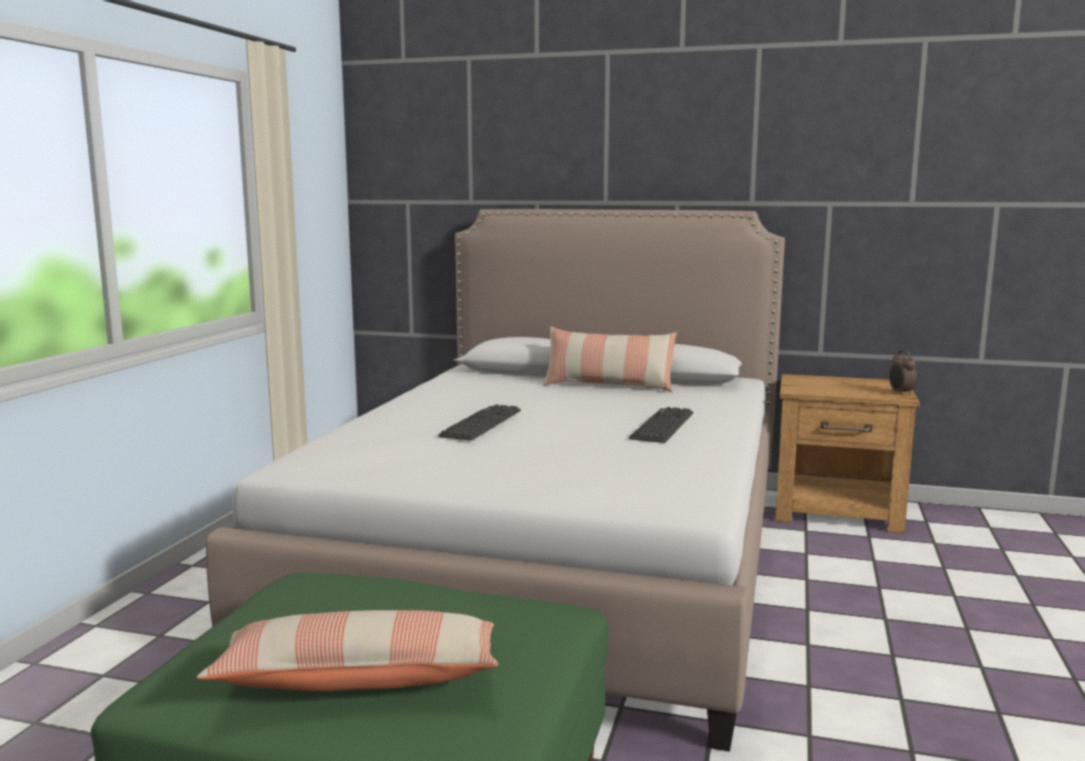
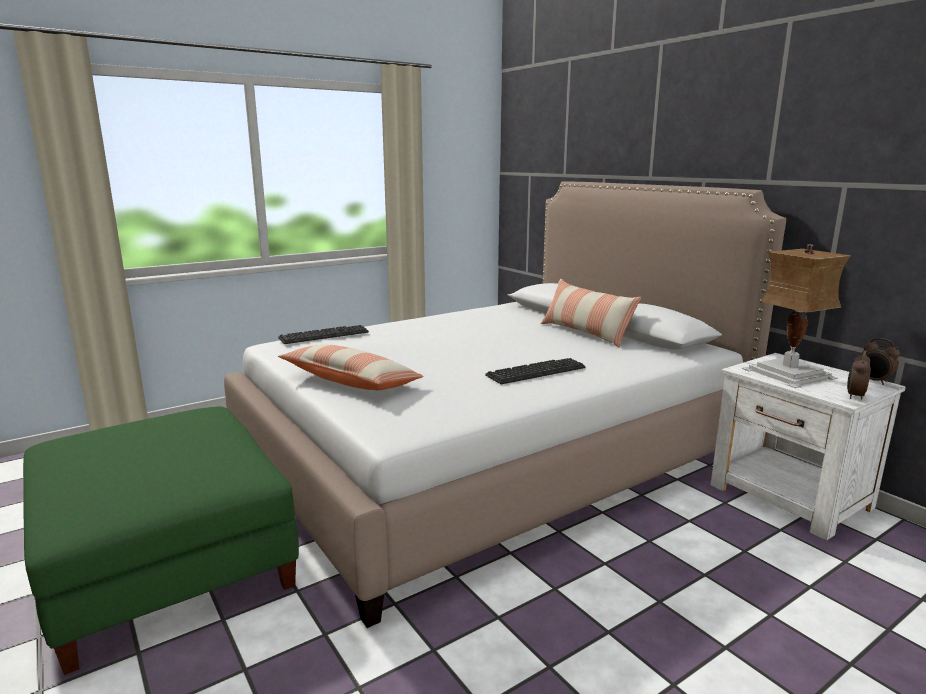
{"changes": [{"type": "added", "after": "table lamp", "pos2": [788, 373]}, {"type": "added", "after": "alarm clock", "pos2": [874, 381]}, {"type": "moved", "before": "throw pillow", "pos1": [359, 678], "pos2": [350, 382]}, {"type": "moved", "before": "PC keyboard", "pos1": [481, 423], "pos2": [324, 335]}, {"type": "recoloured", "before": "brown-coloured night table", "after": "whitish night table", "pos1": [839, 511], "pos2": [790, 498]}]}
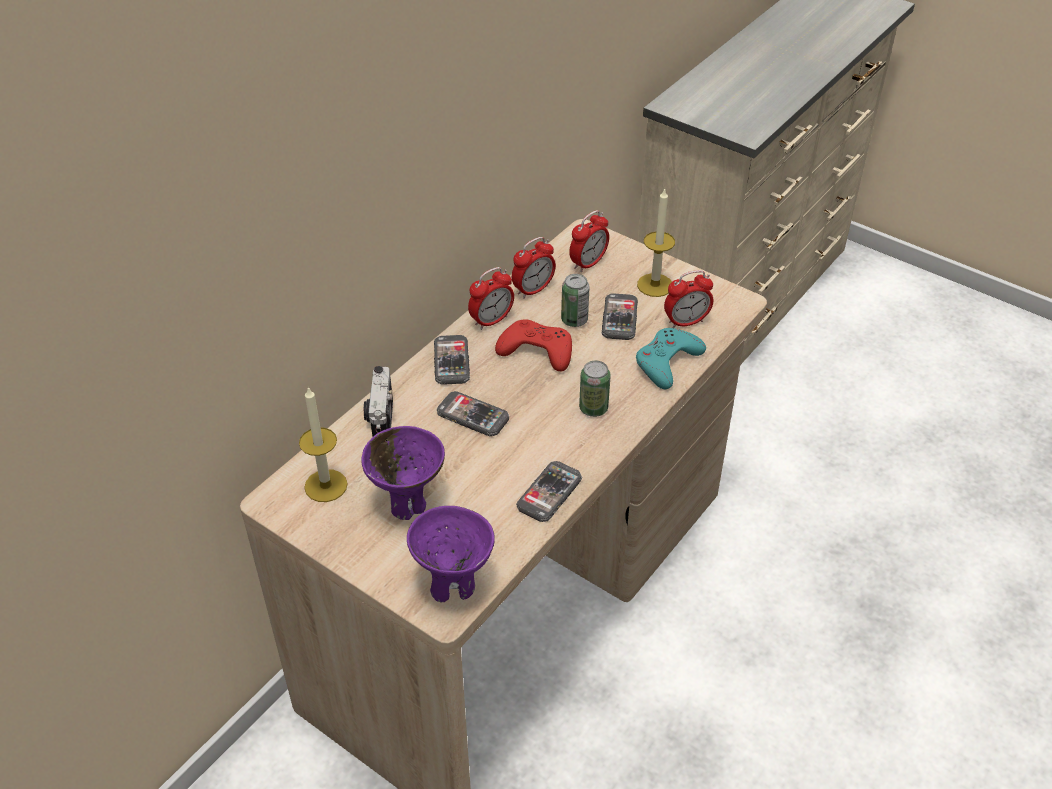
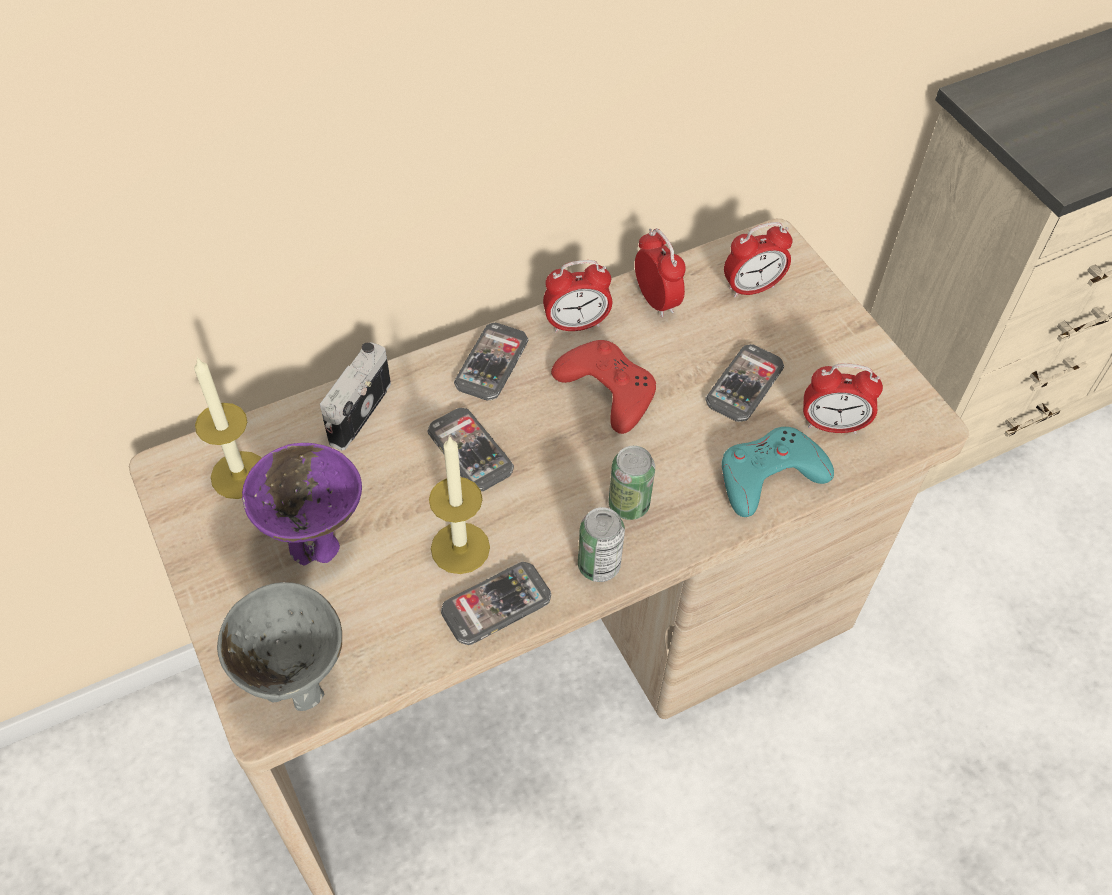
{"changes": [{"type": "moved", "before": "sealed can", "pos1": [574, 320], "pos2": [598, 565]}, {"type": "moved", "before": "candle", "pos1": [655, 285], "pos2": [460, 548]}, {"type": "recoloured", "before": "purple bowl", "after": "gray bowl", "pos1": [453, 587], "pos2": [296, 686]}, {"type": "turned", "before": "alarm clock", "pos1": [533, 290], "pos2": [656, 300], "turn": -105}]}
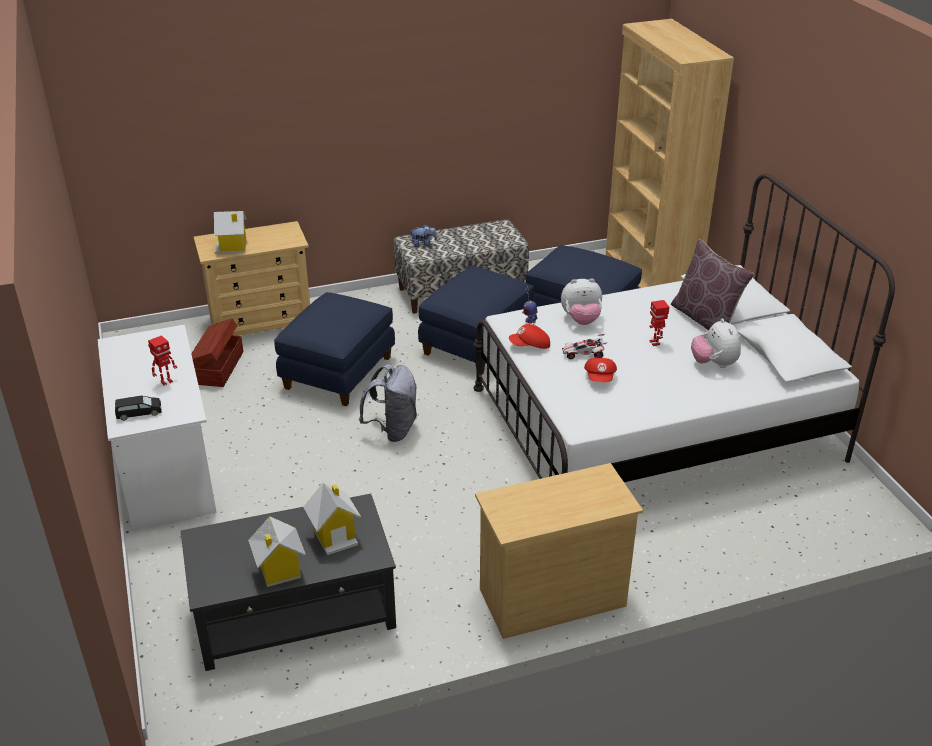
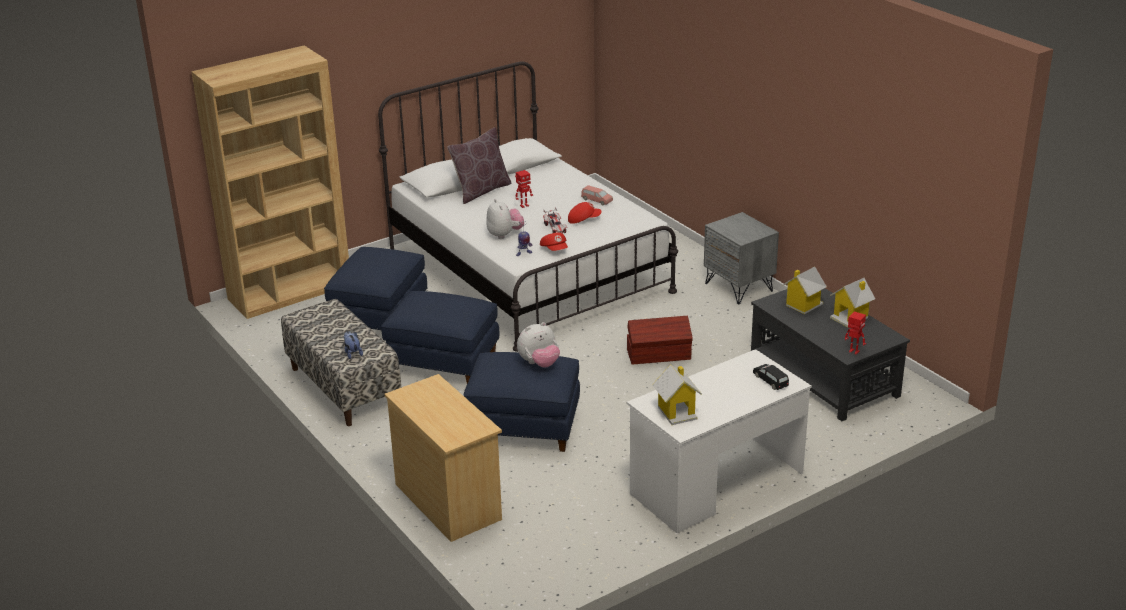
{"changes": [{"type": "removed", "before": "gray backpack", "pos1": [393, 430]}, {"type": "added", "after": "pinkish model car", "pos2": [596, 200]}, {"type": "moved", "before": "model robot", "pos1": [166, 381], "pos2": [853, 352]}, {"type": "moved", "before": "brown-coloured storage container", "pos1": [218, 368], "pos2": [659, 355]}, {"type": "moved", "before": "miniature house", "pos1": [232, 247], "pos2": [677, 412]}, {"type": "moved", "before": "cuddly toy", "pos1": [714, 364], "pos2": [539, 363]}, {"type": "replaced", "before": "beige drawer chest", "after": "gray night table", "pos1": [551, 597], "pos2": [739, 287]}]}
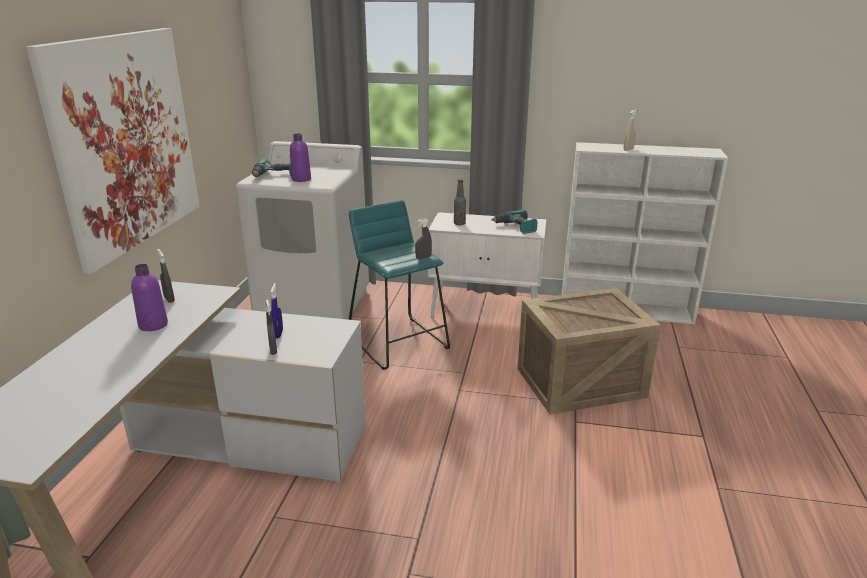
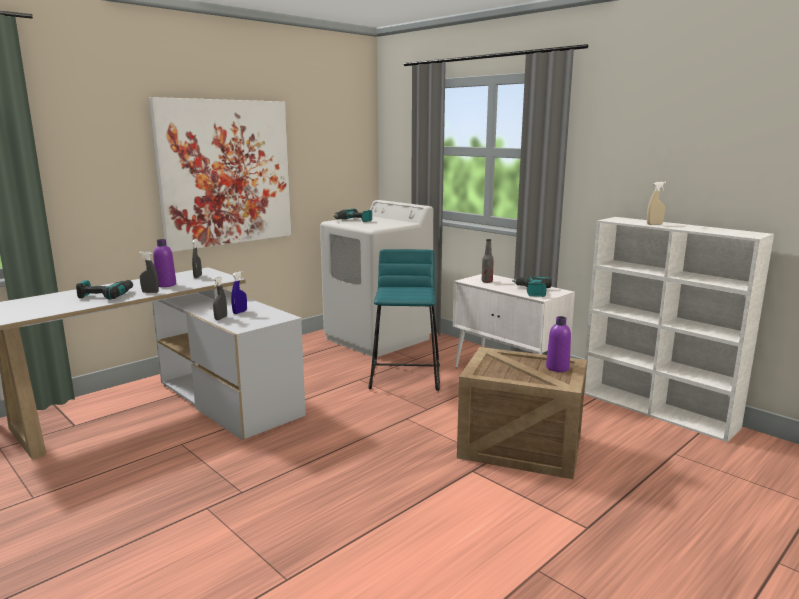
{"changes": [{"type": "added", "after": "power drill", "pos2": [106, 295]}, {"type": "moved", "before": "purple drink bottle", "pos1": [301, 179], "pos2": [557, 368]}, {"type": "moved", "before": "gray spray bottle", "pos1": [423, 258], "pos2": [150, 292]}]}
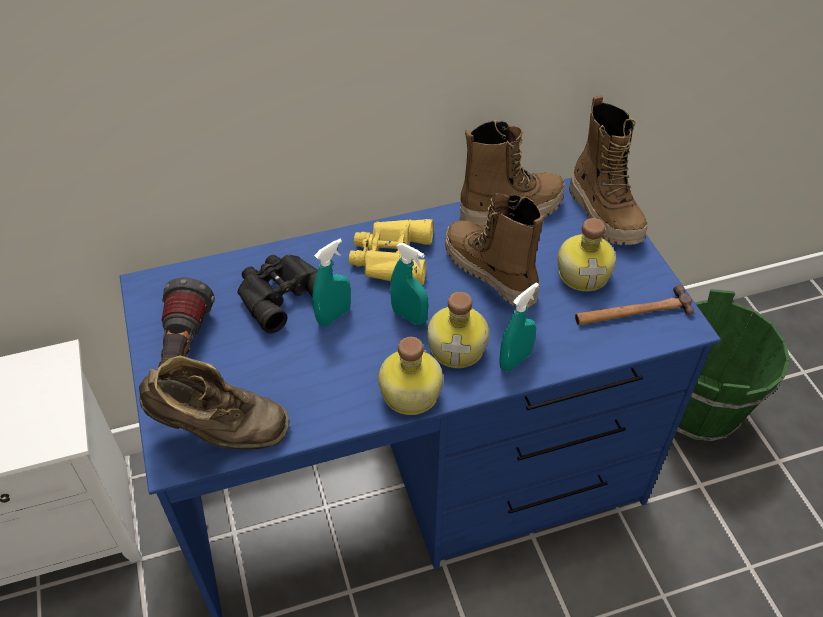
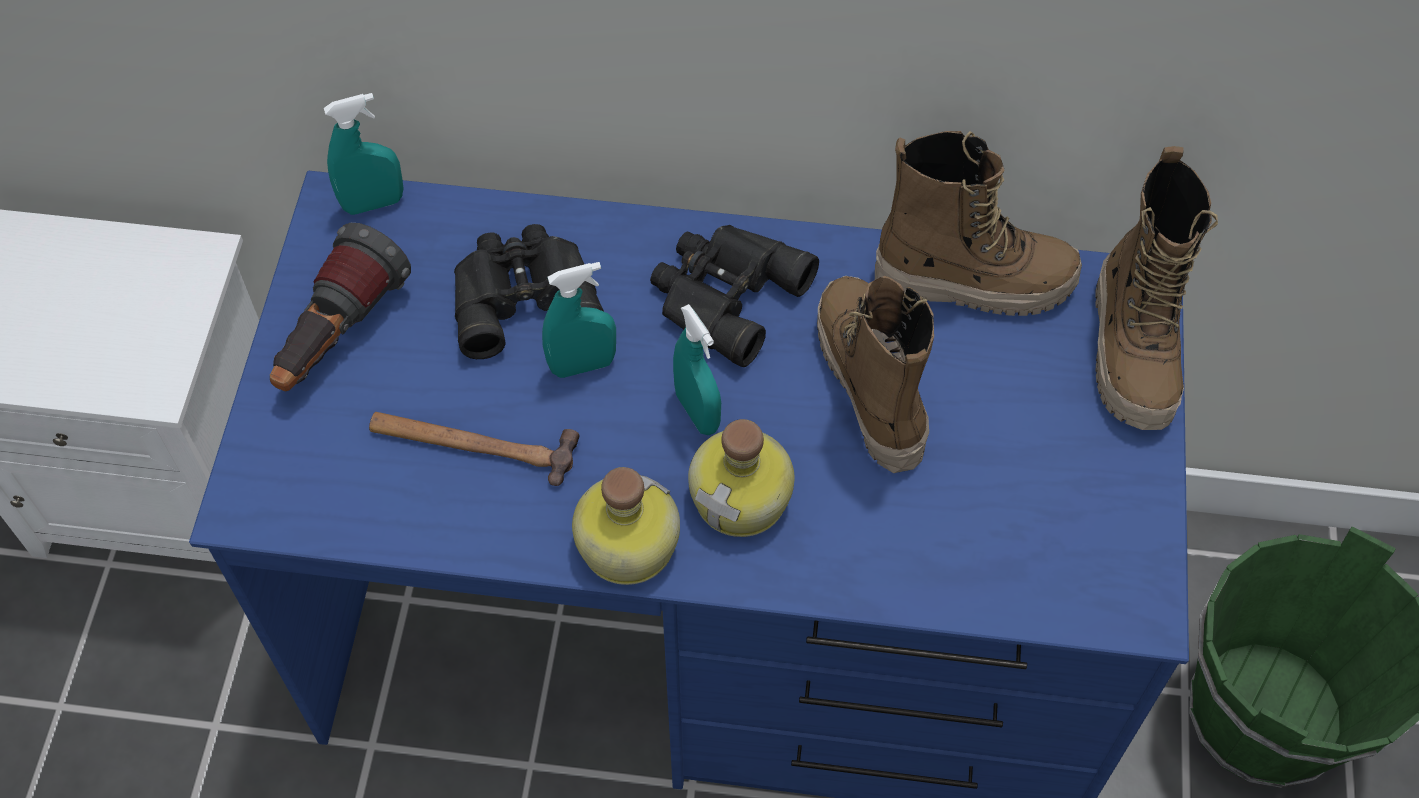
{"changes": [{"type": "removed", "before": "brown-coloured tall boot", "pos1": [219, 432]}, {"type": "removed", "before": "drink bottle", "pos1": [584, 273]}, {"type": "moved", "before": "turquoise-coloured spray bottle", "pos1": [515, 360], "pos2": [373, 203]}, {"type": "moved", "before": "hammer", "pos1": [632, 312], "pos2": [473, 444]}, {"type": "recoloured", "before": "yellow-coloured pair of binoculars", "after": "black pair of binoculars", "pos1": [390, 258], "pos2": [724, 295]}]}
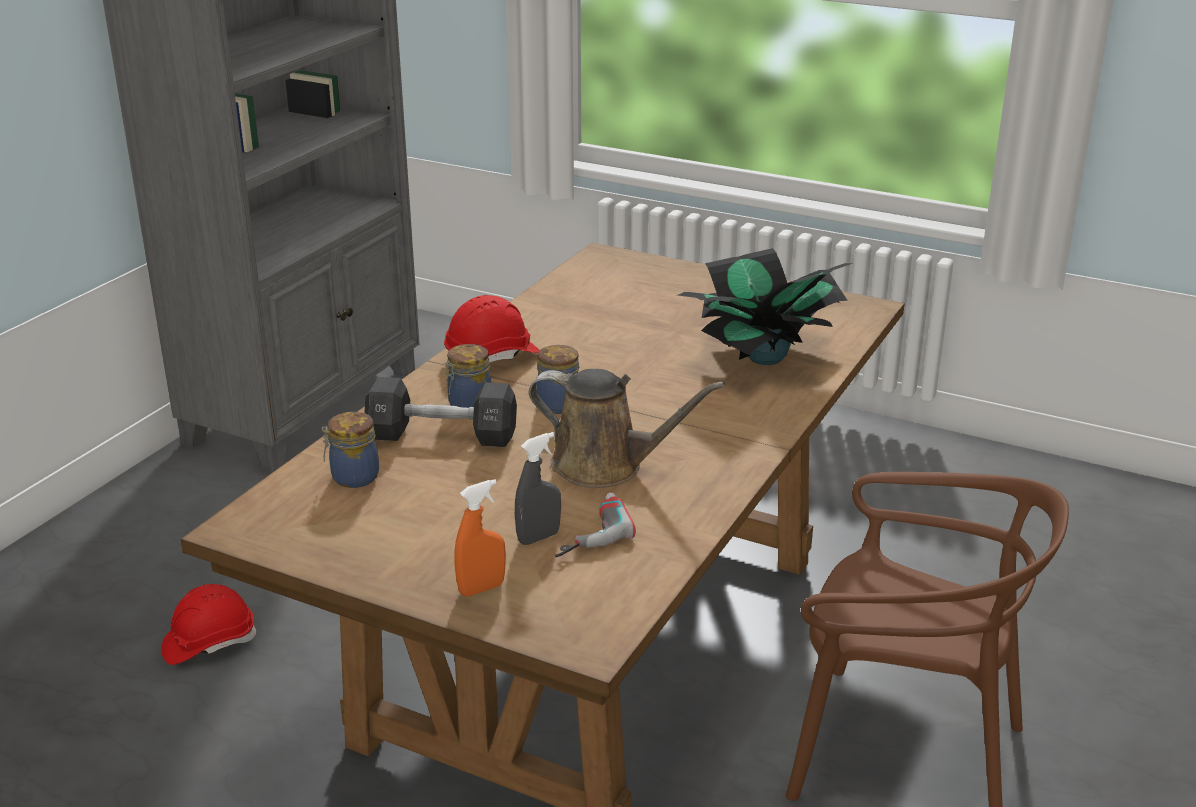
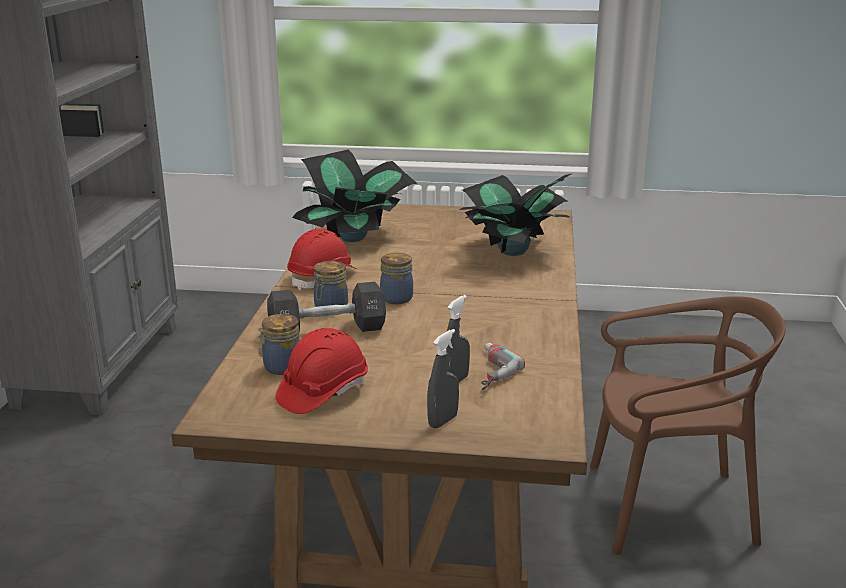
{"changes": [{"type": "removed", "before": "brown-coloured sprinkling can", "pos1": [606, 466]}, {"type": "added", "after": "plant in a pot", "pos2": [354, 238]}, {"type": "moved", "before": "red-coloured work helmet", "pos1": [209, 643], "pos2": [322, 392]}, {"type": "recoloured", "before": "orange spray bottle", "after": "gray spray bottle", "pos1": [481, 588], "pos2": [443, 421]}]}
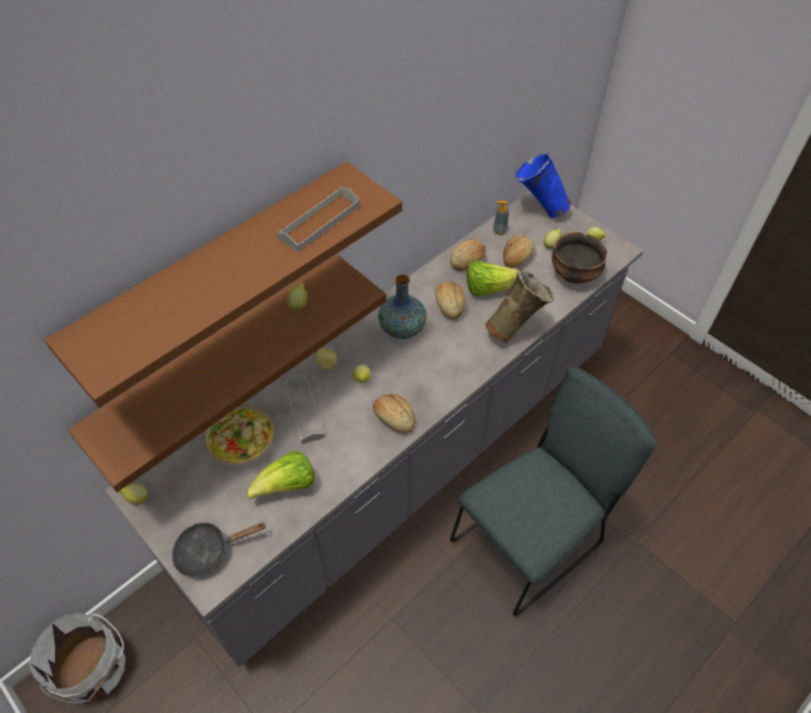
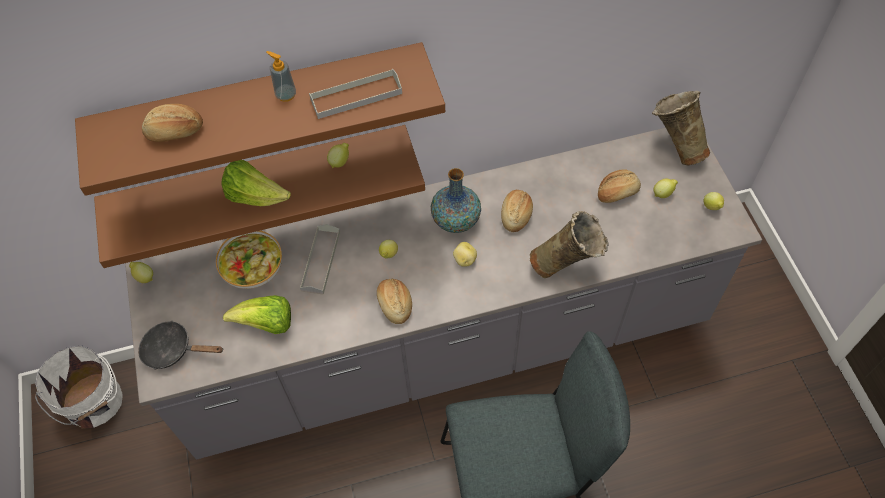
{"changes": [{"type": "removed", "before": "bowl", "pos1": [574, 274]}, {"type": "moved", "before": "whole potato", "pos1": [326, 365], "pos2": [464, 260]}, {"type": "moved", "before": "bread", "pos1": [468, 261], "pos2": [175, 132]}, {"type": "moved", "before": "lettuce", "pos1": [488, 288], "pos2": [256, 197]}, {"type": "moved", "before": "liquid soap bottle", "pos1": [499, 231], "pos2": [286, 95]}, {"type": "recoloured", "before": "blue-coloured decorative vase", "after": "beige decorative vase", "pos1": [538, 210], "pos2": [674, 149]}]}
